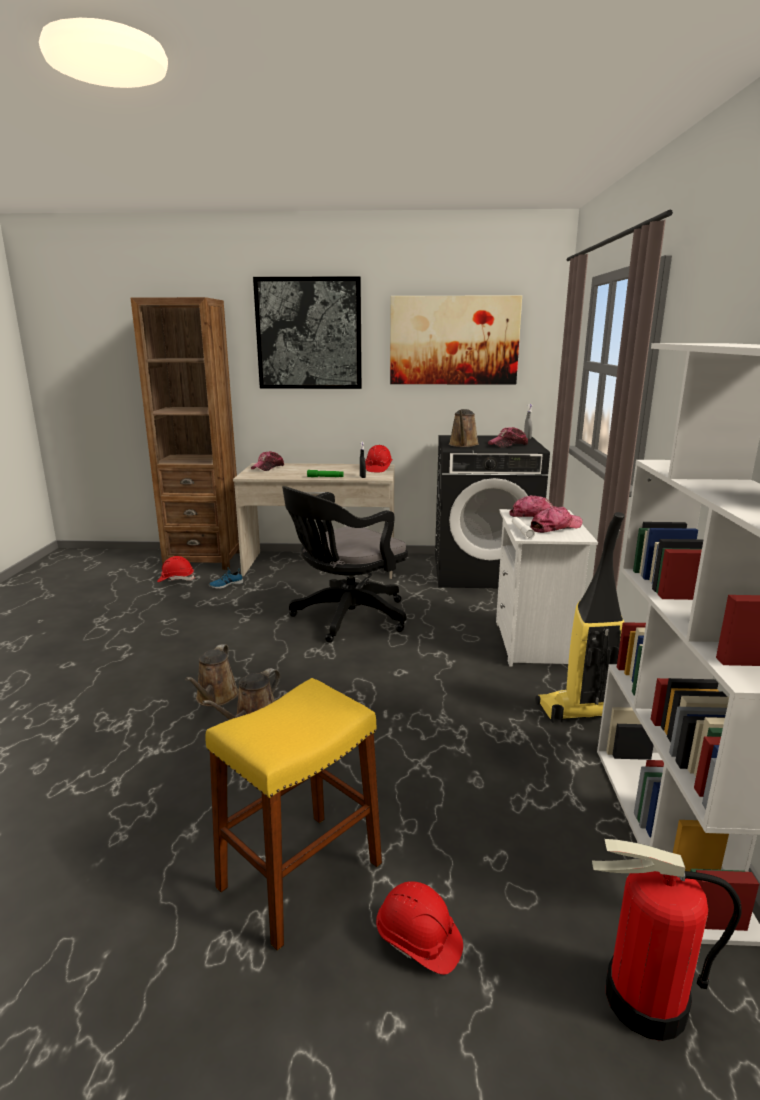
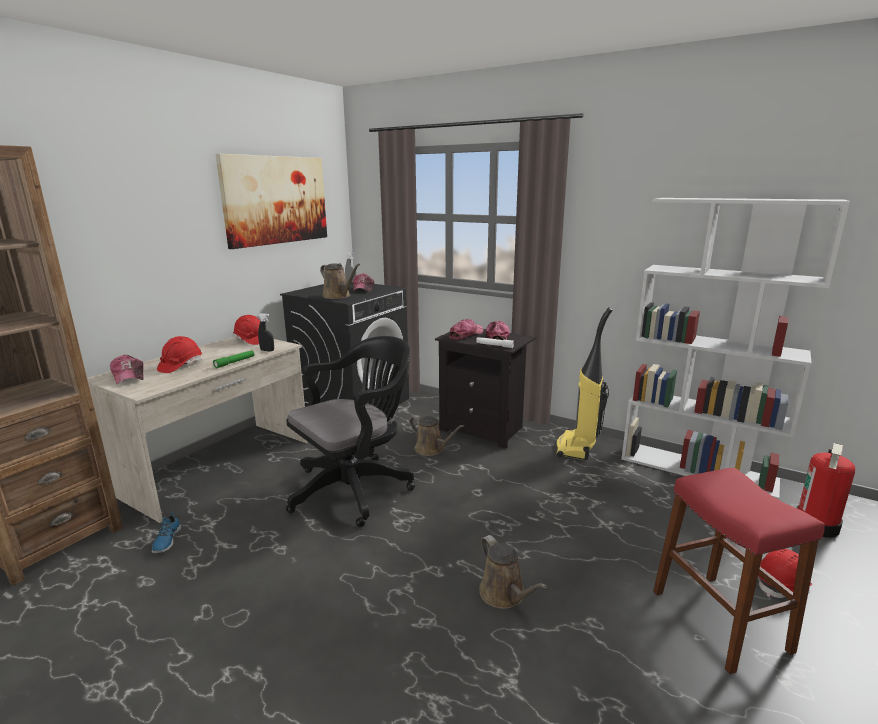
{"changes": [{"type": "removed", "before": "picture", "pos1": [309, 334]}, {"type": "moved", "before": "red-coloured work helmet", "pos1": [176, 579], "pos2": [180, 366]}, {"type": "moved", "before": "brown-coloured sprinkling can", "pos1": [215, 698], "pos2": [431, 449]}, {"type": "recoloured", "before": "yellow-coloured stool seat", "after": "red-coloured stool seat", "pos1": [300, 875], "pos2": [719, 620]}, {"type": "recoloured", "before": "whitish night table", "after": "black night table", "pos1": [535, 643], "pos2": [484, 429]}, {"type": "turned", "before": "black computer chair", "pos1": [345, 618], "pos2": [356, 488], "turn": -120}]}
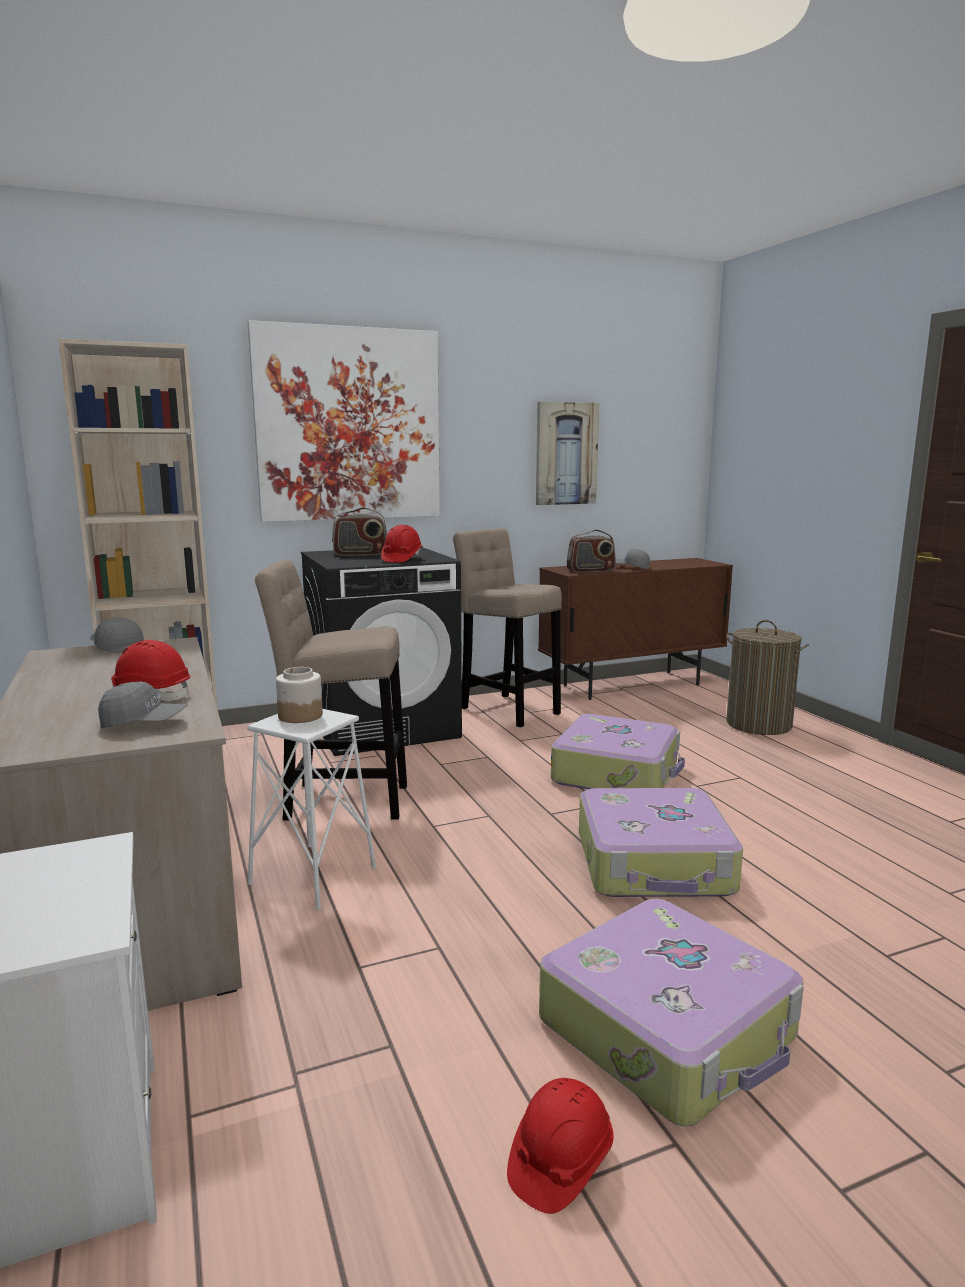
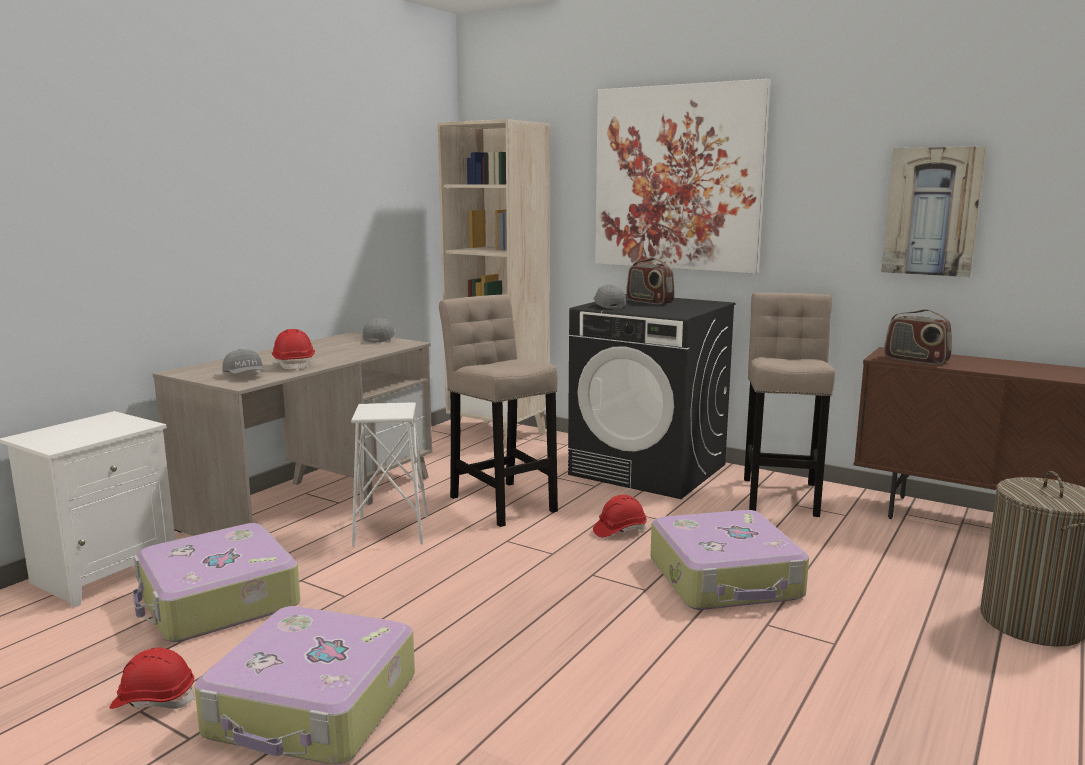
{"changes": [{"type": "removed", "before": "storage jar", "pos1": [300, 716]}, {"type": "moved", "before": "red-coloured work helmet", "pos1": [401, 559], "pos2": [619, 530]}, {"type": "moved", "before": "suitcase", "pos1": [655, 864], "pos2": [218, 601]}, {"type": "moved", "before": "gray baseball cap", "pos1": [631, 567], "pos2": [608, 305]}]}
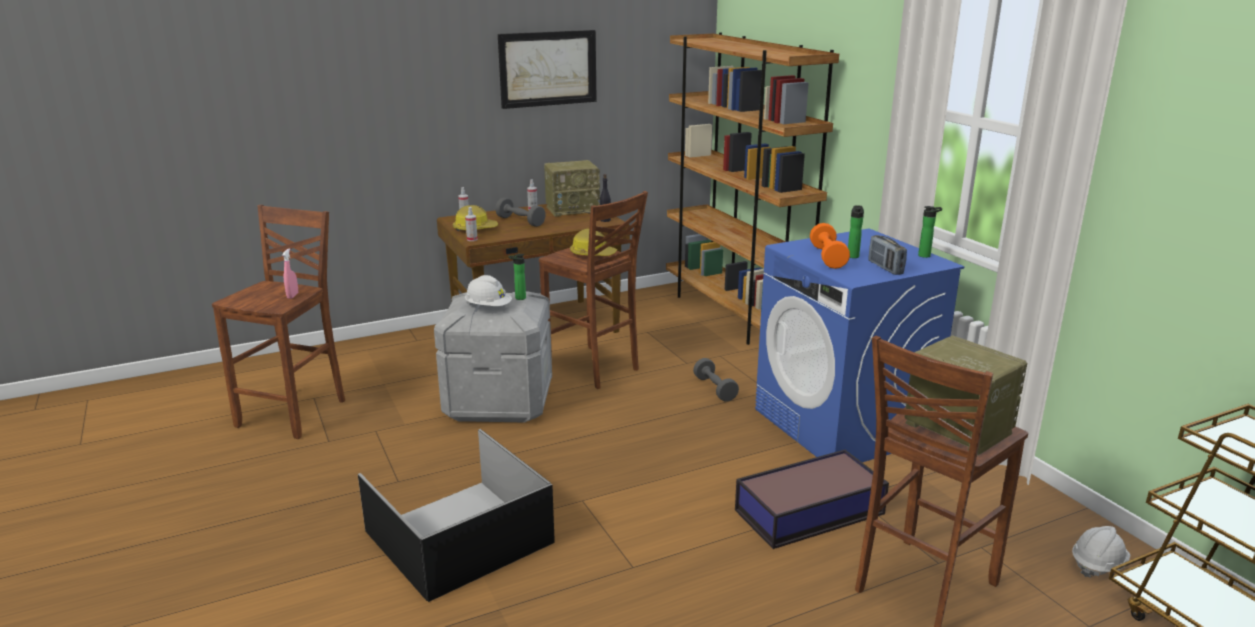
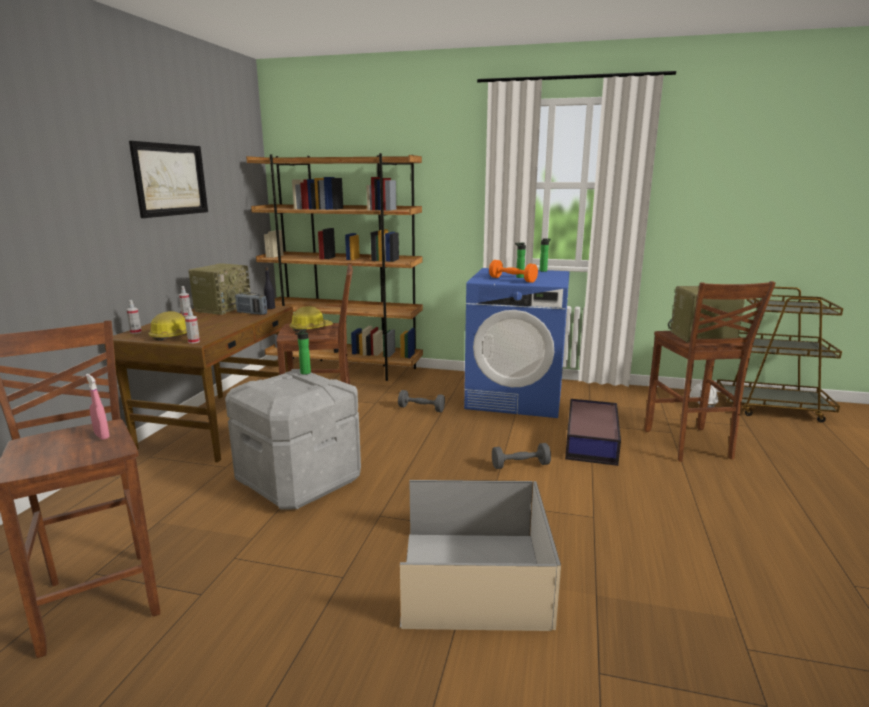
{"changes": [{"type": "removed", "before": "whitish work helmet", "pos1": [488, 307]}, {"type": "moved", "before": "gray hand weight", "pos1": [520, 221], "pos2": [520, 465]}, {"type": "moved", "before": "radio set", "pos1": [885, 268], "pos2": [252, 313]}, {"type": "recoloured", "before": "black storage container", "after": "beige storage container", "pos1": [461, 536], "pos2": [473, 575]}]}
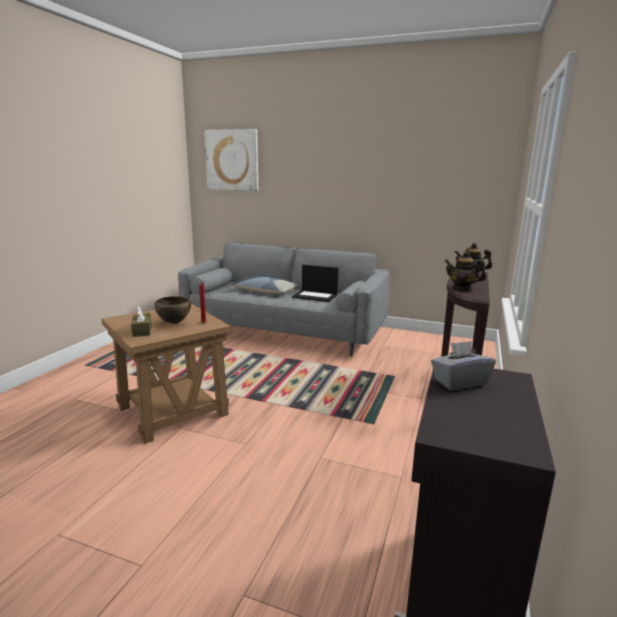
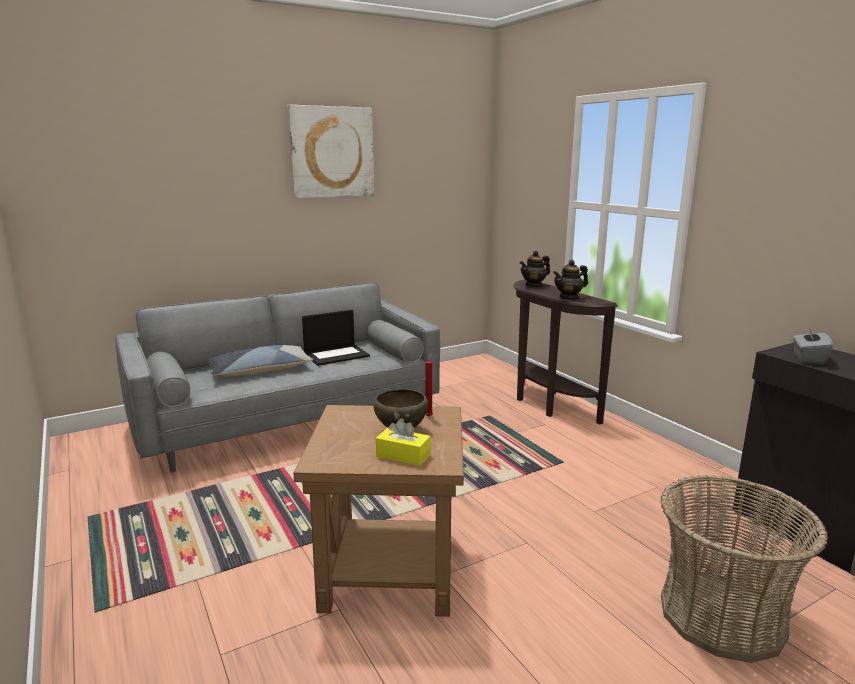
{"changes": [{"type": "added", "after": "household basket", "pos2": [721, 616]}, {"type": "moved", "before": "picture", "pos1": [232, 160], "pos2": [331, 152]}, {"type": "recoloured", "before": "brown-coloured tissue holder", "after": "yellow-coloured tissue holder", "pos1": [142, 331], "pos2": [403, 455]}]}
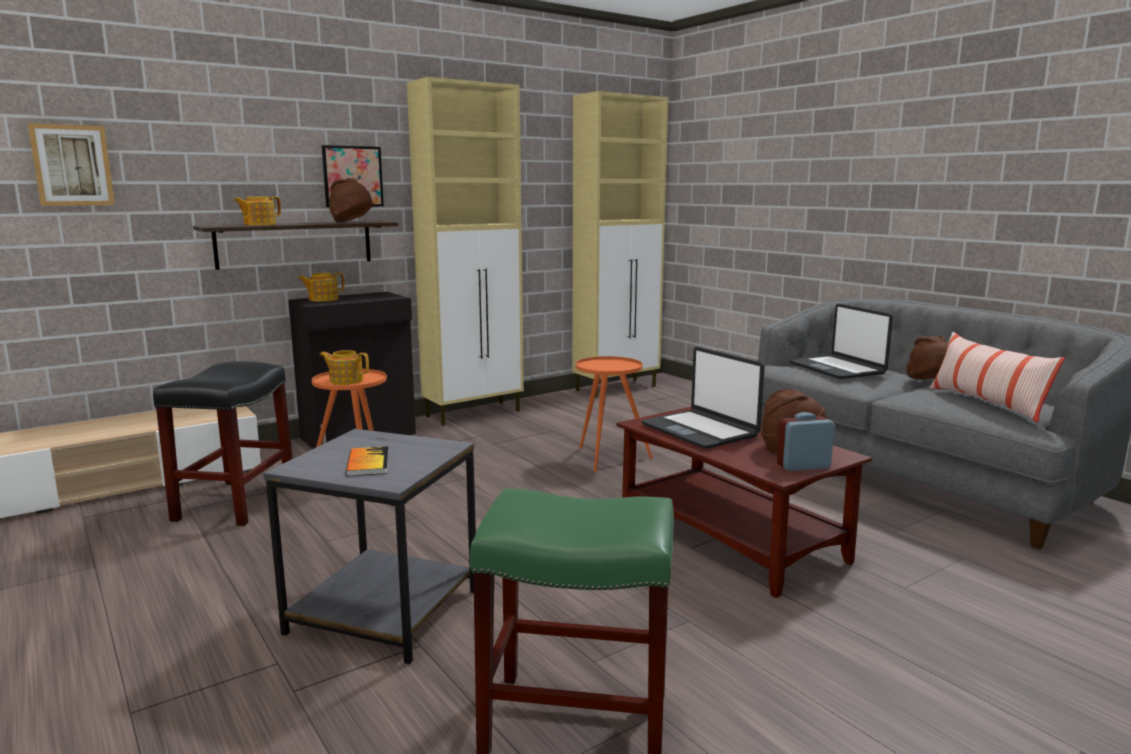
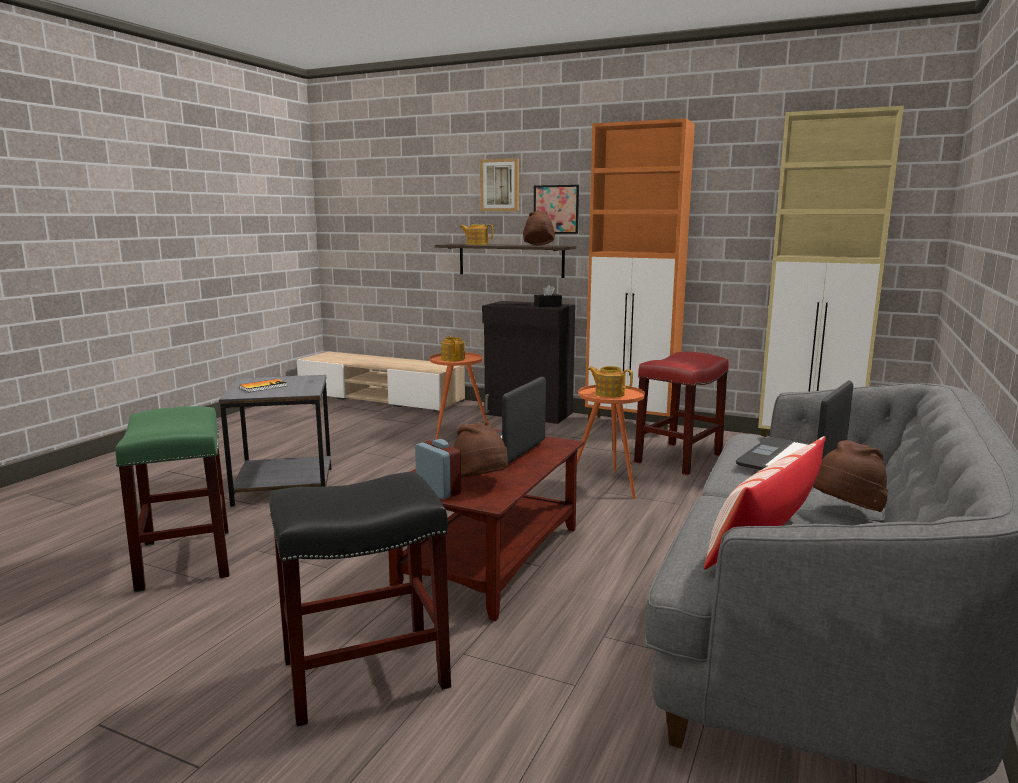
{"changes": [{"type": "added", "after": "black tissue holder", "pos2": [547, 305]}, {"type": "added", "after": "red-coloured stool seat", "pos2": [678, 459]}, {"type": "moved", "before": "picture", "pos1": [72, 165], "pos2": [500, 185]}, {"type": "moved", "before": "black stool seat", "pos1": [236, 502], "pos2": [366, 672]}, {"type": "moved", "before": "tea pot", "pos1": [322, 299], "pos2": [609, 394]}, {"type": "recoloured", "before": "beige cupboard", "after": "orange cupboard", "pos1": [474, 413], "pos2": [632, 425]}]}
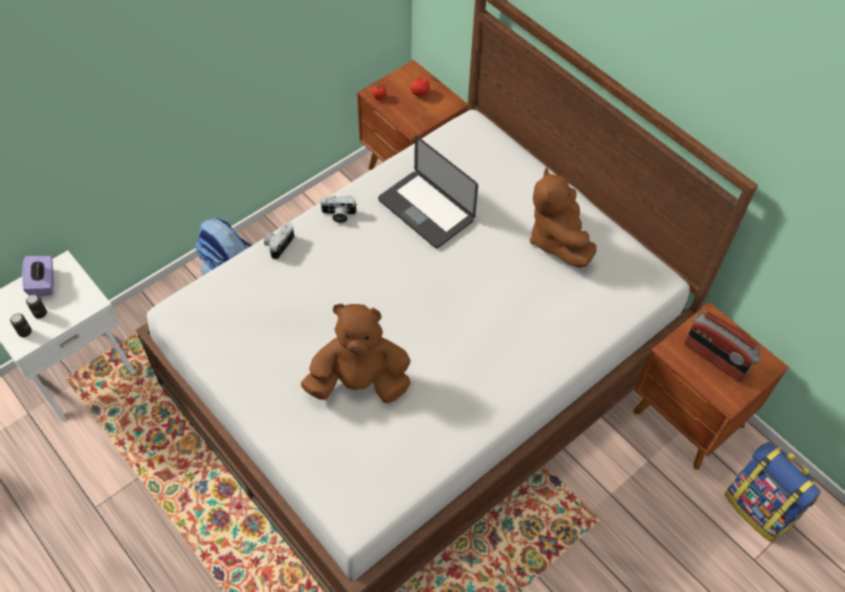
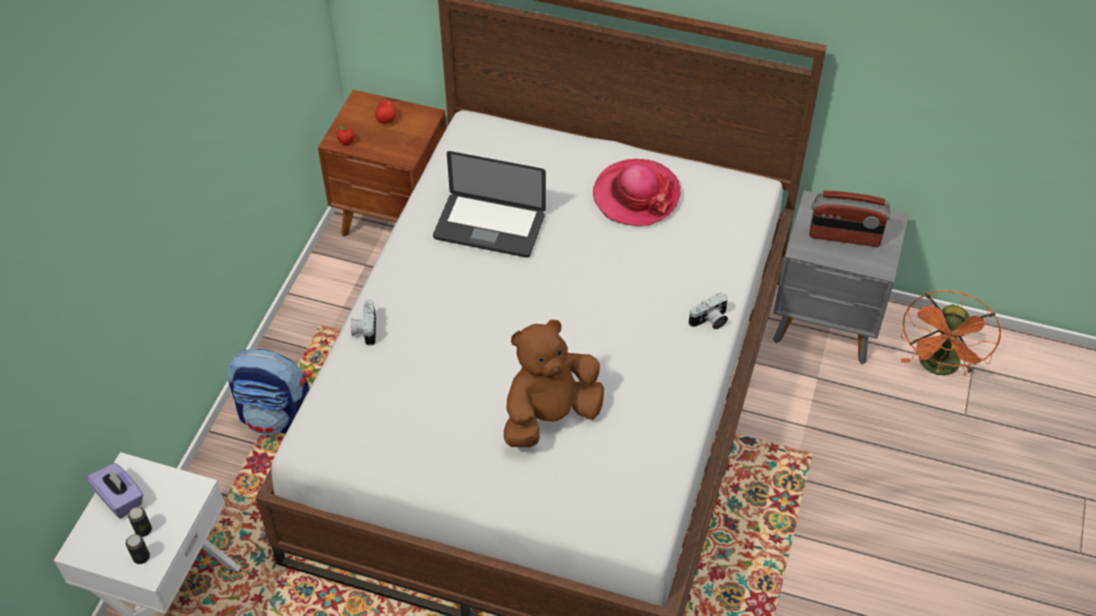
{"changes": [{"type": "moved", "before": "photo camera", "pos1": [338, 215], "pos2": [710, 321]}, {"type": "replaced", "before": "brown-coloured cuddly toy", "after": "clothing hat", "pos1": [557, 239], "pos2": [636, 195]}, {"type": "replaced", "before": "backpack", "after": "orange fan", "pos1": [760, 508], "pos2": [939, 368]}, {"type": "recoloured", "before": "brown-coloured night table", "after": "gray night table", "pos1": [688, 421], "pos2": [827, 324]}]}
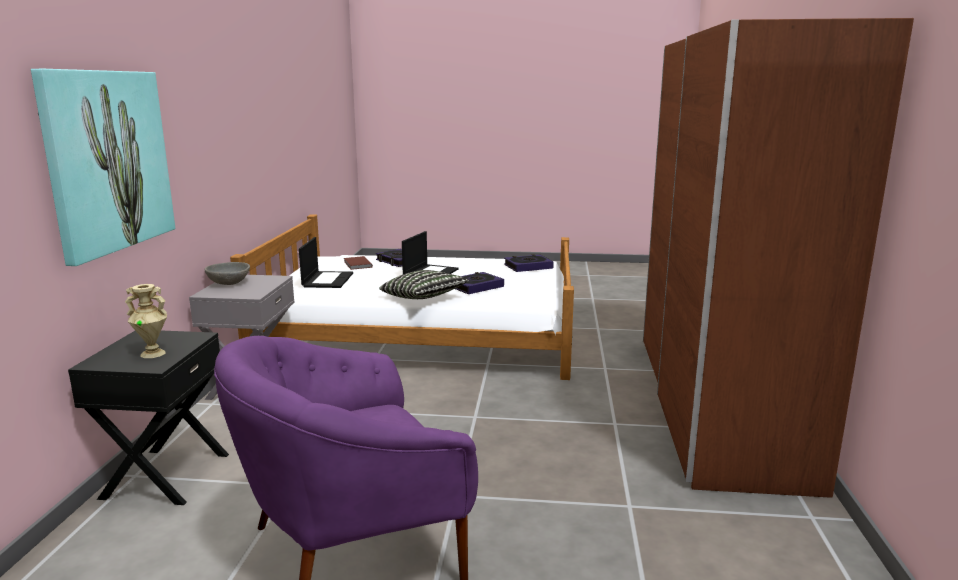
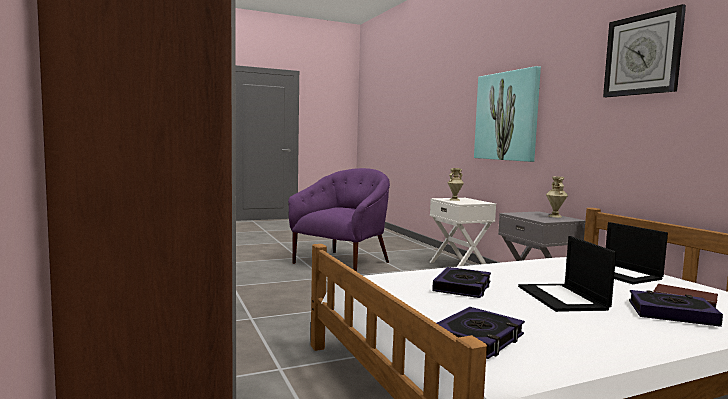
{"changes": [{"type": "removed", "before": "throw pillow", "pos1": [423, 298]}, {"type": "added", "after": "clock on the wall", "pos2": [642, 54]}, {"type": "replaced", "before": "gray bowl", "after": "beige decorative vase", "pos1": [229, 283], "pos2": [554, 216]}, {"type": "recoloured", "before": "black night table", "after": "whitish night table", "pos1": [165, 475], "pos2": [459, 265]}]}
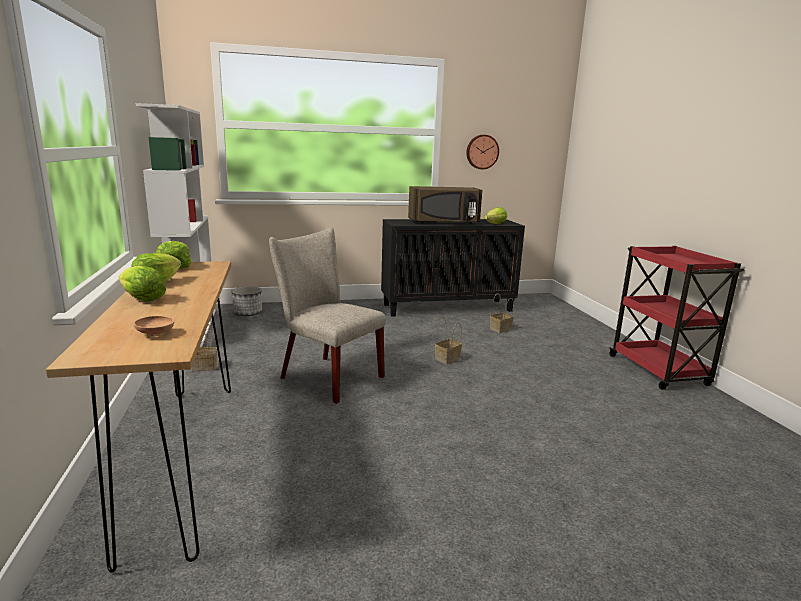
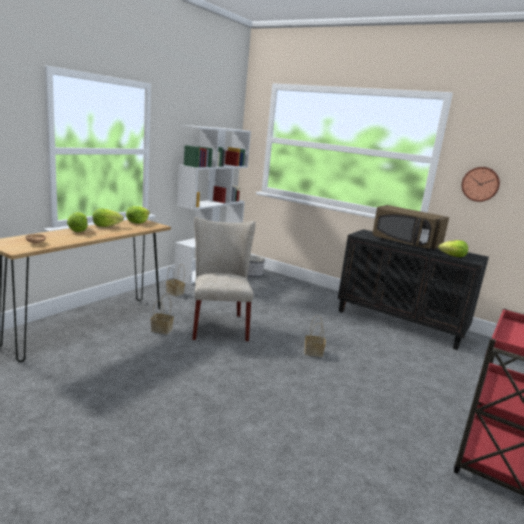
{"changes": [{"type": "moved", "before": "household basket", "pos1": [500, 329], "pos2": [161, 330]}]}
